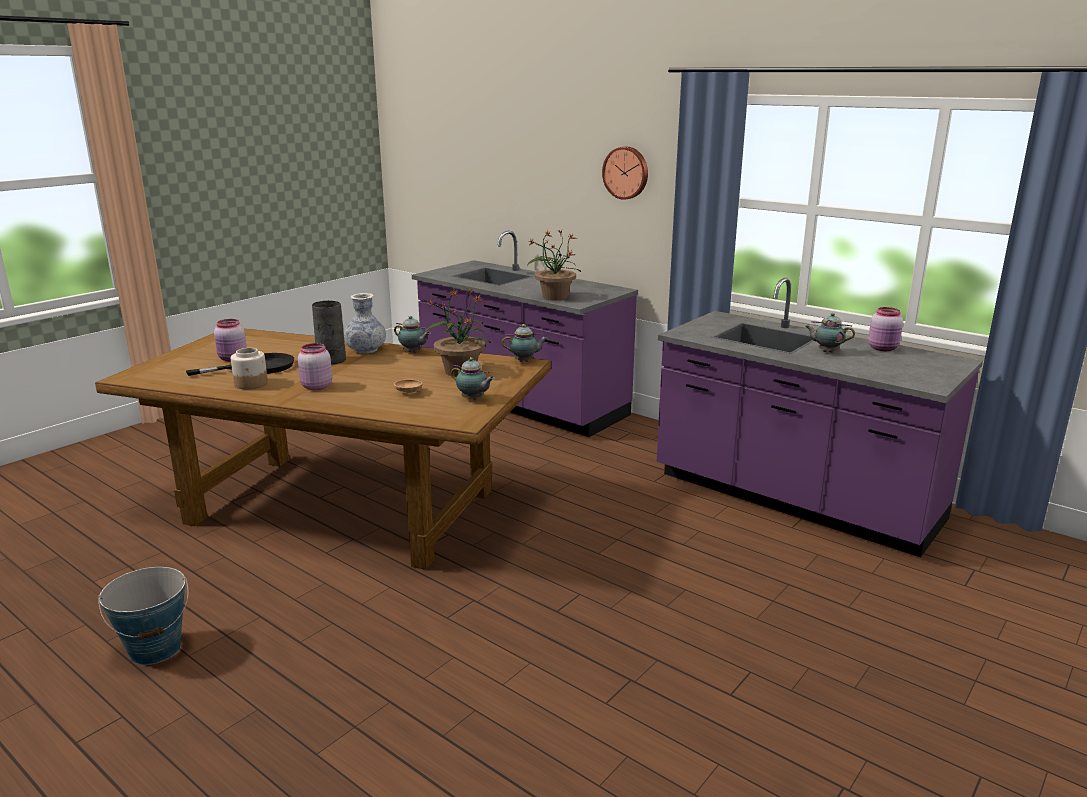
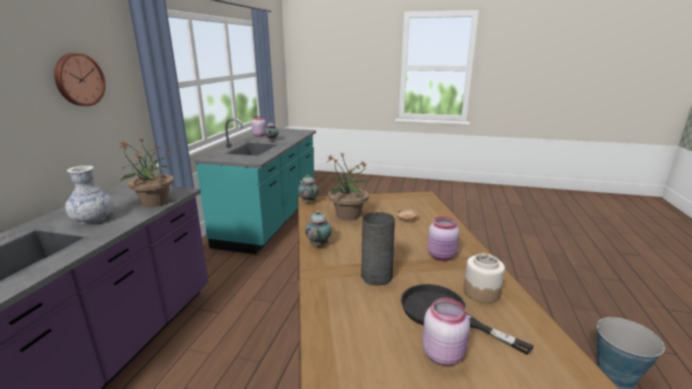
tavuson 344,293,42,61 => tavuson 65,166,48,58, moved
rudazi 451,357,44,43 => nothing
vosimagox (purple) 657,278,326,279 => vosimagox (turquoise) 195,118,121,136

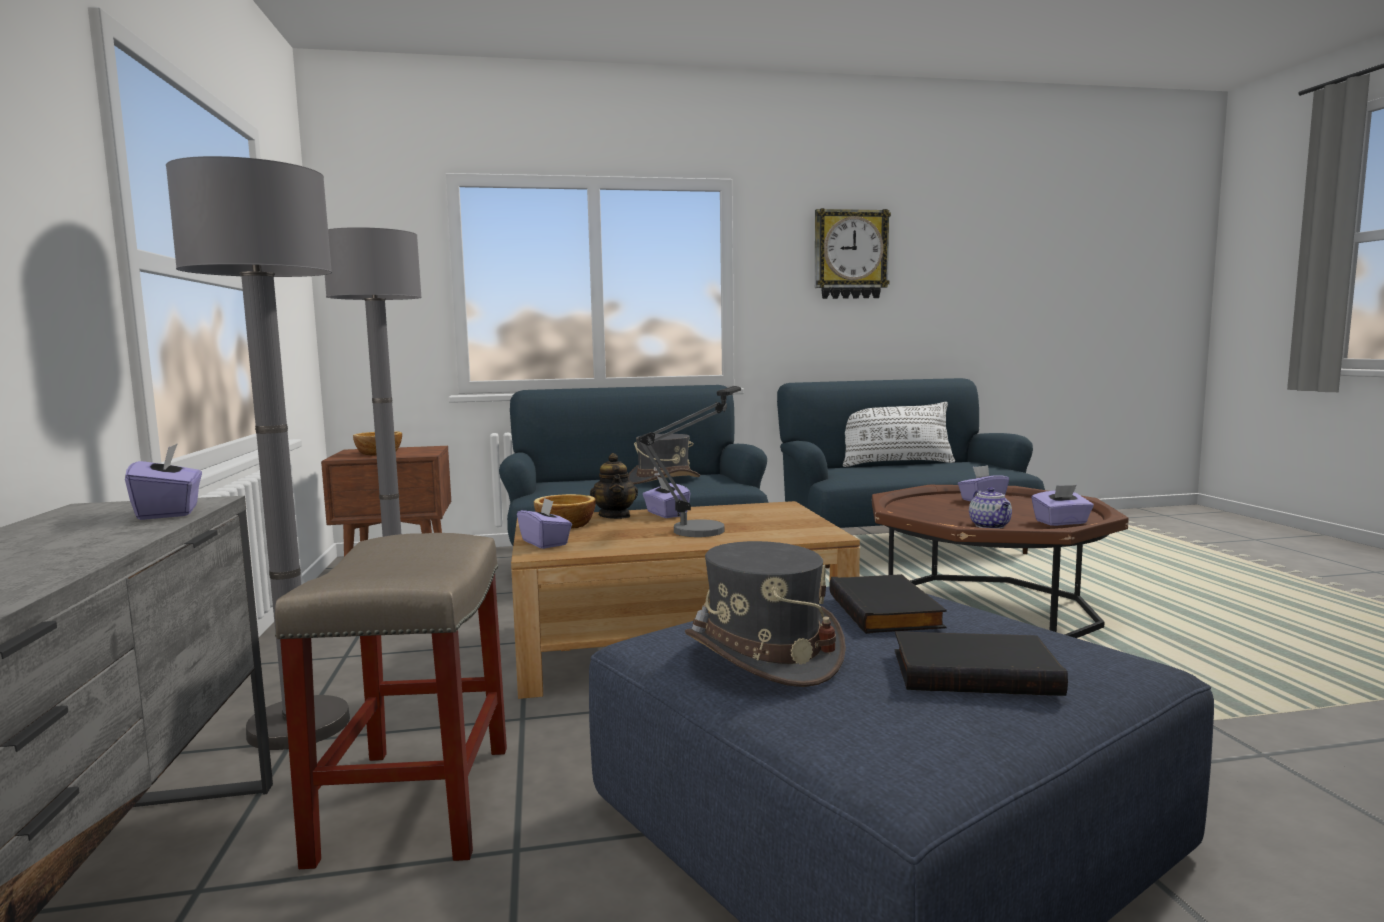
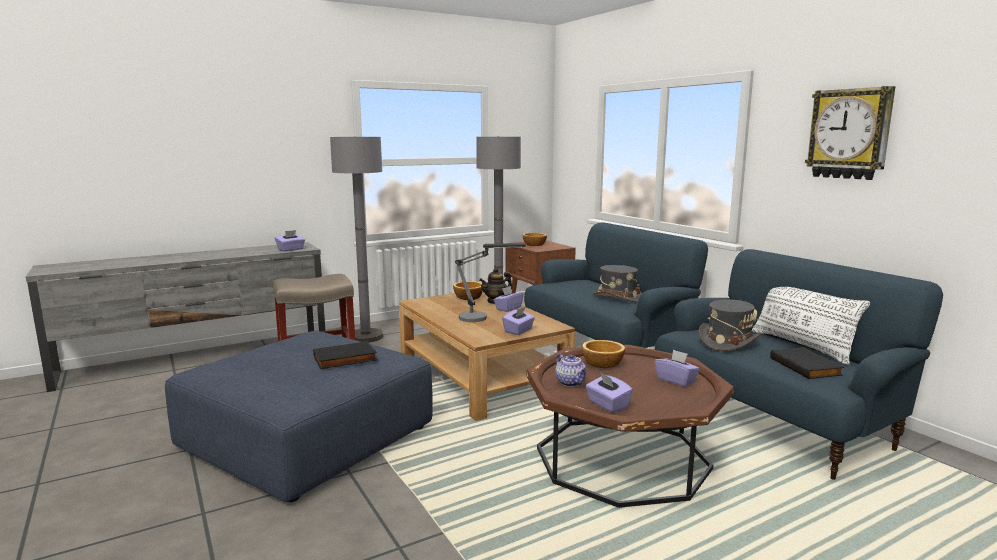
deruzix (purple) 517,498,55,51 => deruzix (purple) 502,307,33,28, moved
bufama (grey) 685,541,161,146 => bufama (grey) 699,299,62,52, moved
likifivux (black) 895,631,173,65 => likifivux (black) 770,348,74,31, moved
rudazi 969,487,43,42 => rudazi 556,354,31,33, 90 degrees counterclockwise
nothing => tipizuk 582,340,43,28

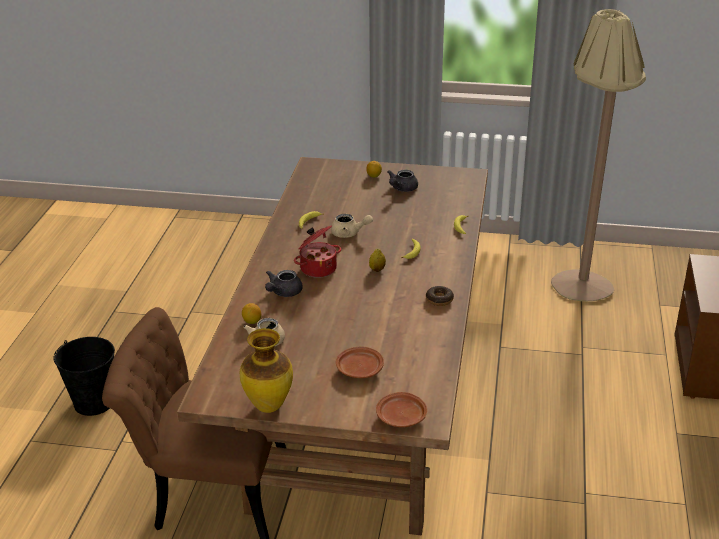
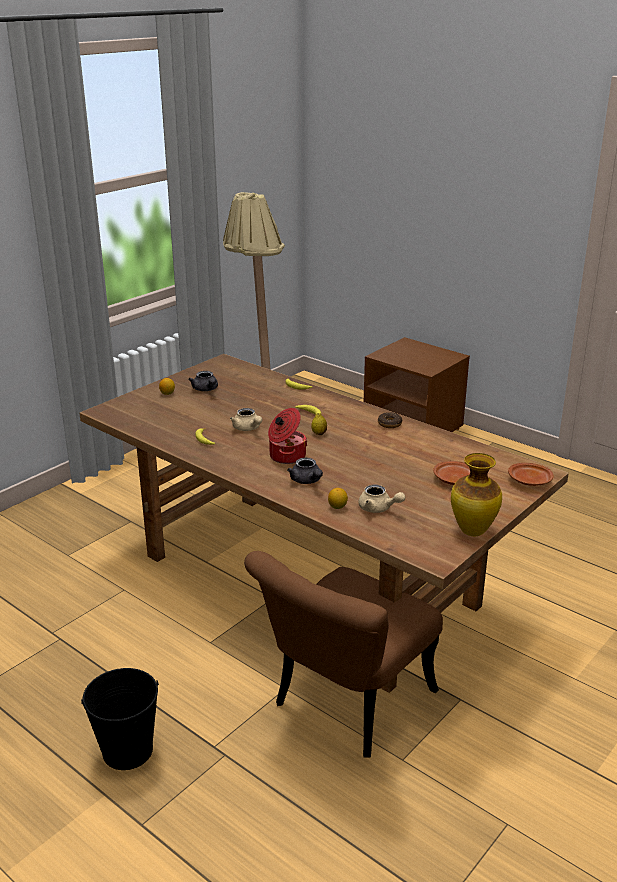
rudazi (beige) 331,214,42,24 => rudazi (beige) 230,408,32,23, 105 degrees clockwise

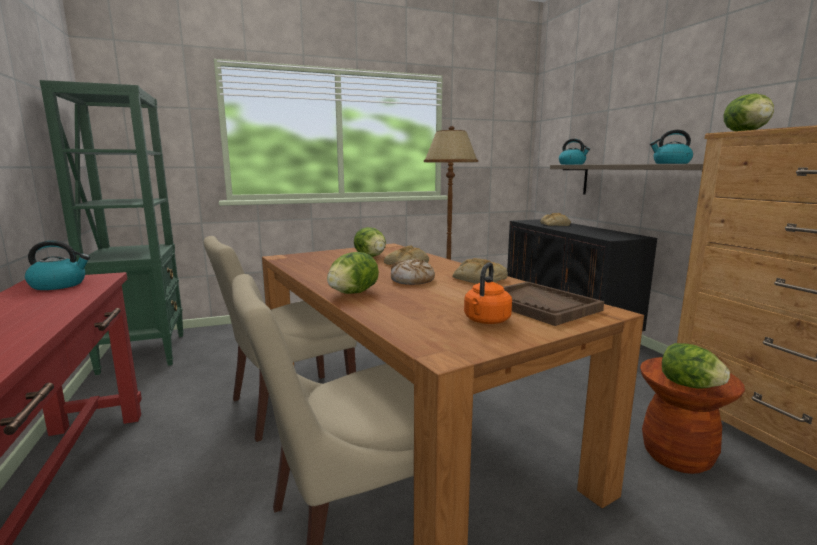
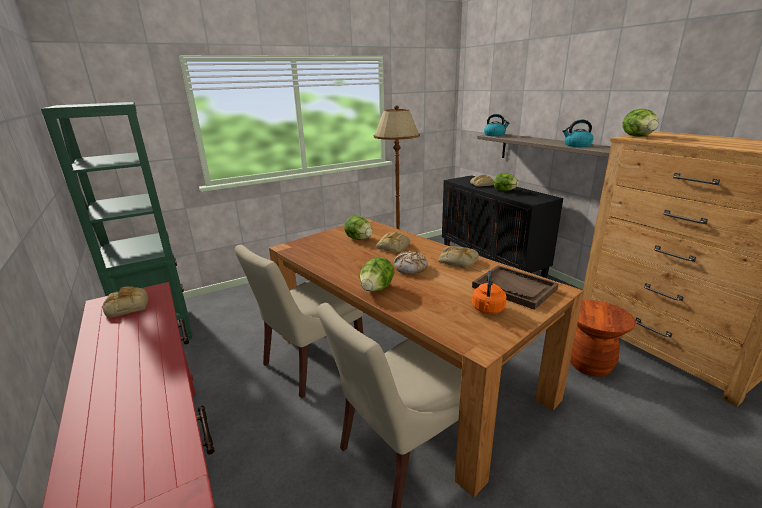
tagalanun 25,240,65,50 => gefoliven 102,286,46,32
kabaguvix 662,343,68,46 => kabaguvix 494,173,25,18, moved

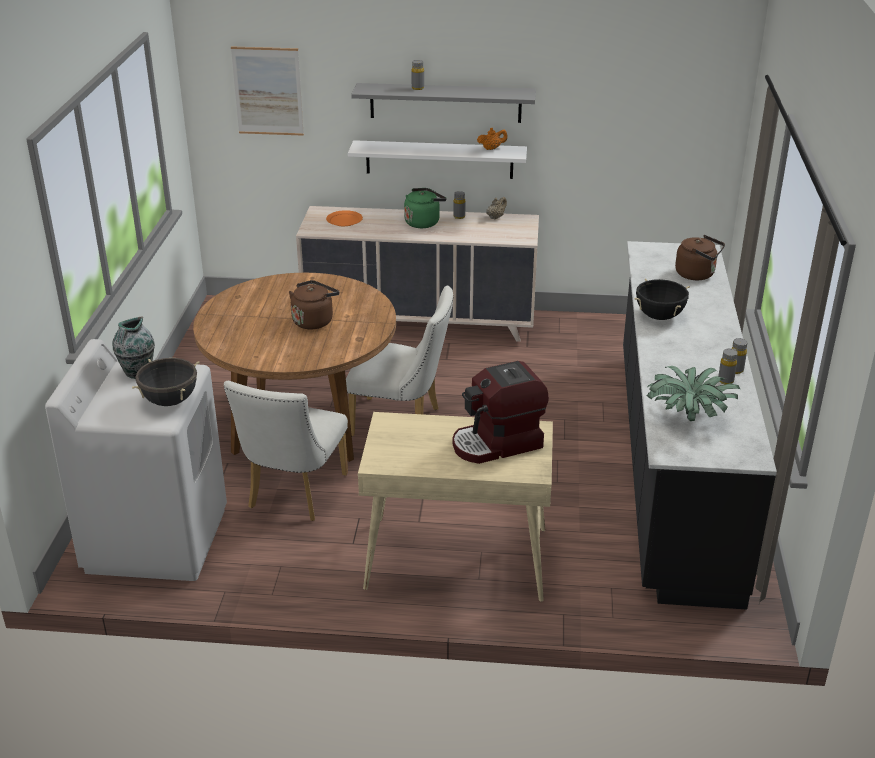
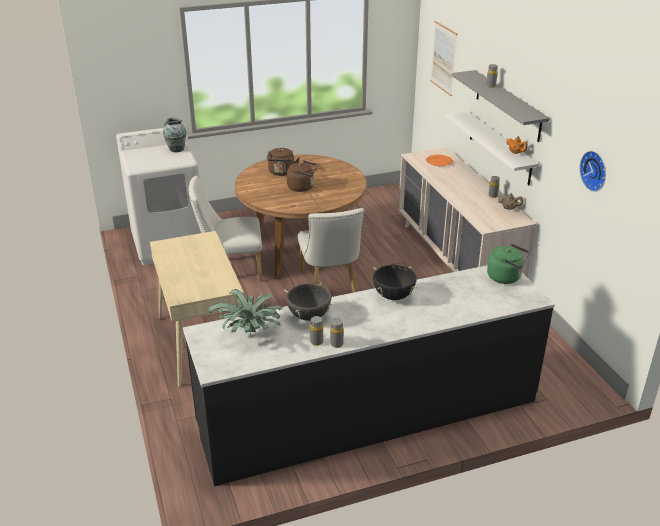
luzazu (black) 132,358,68,48 => luzazu (black) 284,282,51,39, moved
tagalanun (green) 404,188,43,40 => tagalanun (green) 487,244,43,40, moved
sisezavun 453,361,96,103 => nothing
tagalanun (brown) 675,235,50,45 => tagalanun (brown) 267,148,33,28, moved
nothing => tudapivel 580,151,26,41

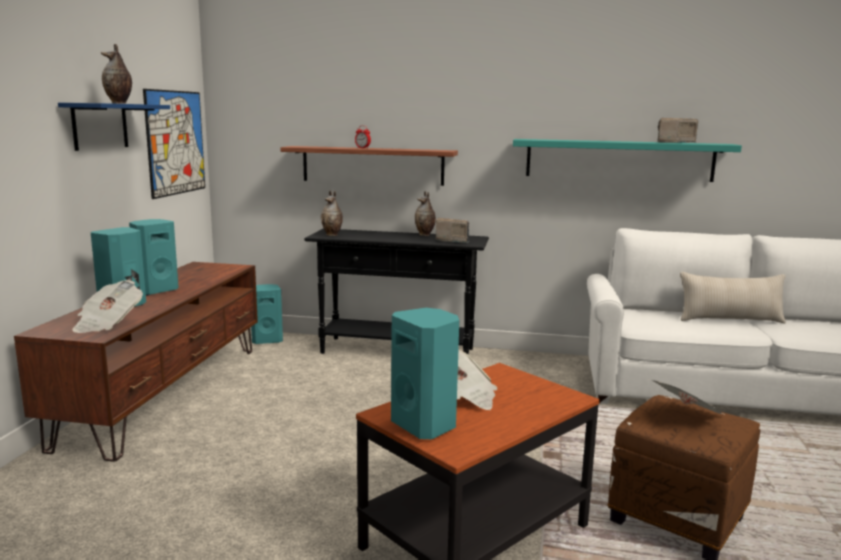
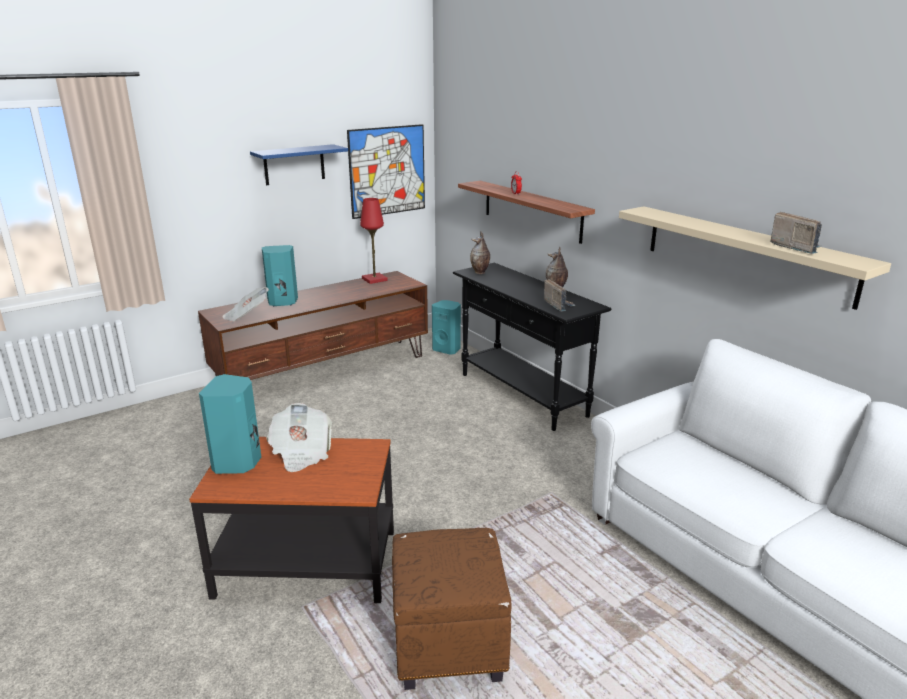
tavuson 101,44,31,60 => nothing
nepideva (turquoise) 129,219,50,76 => nothing
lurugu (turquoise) 513,139,229,43 => lurugu (beige) 619,206,272,104
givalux 647,379,76,35 => nothing
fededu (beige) 680,272,106,52 => nothing
nothing => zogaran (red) 360,198,28,86

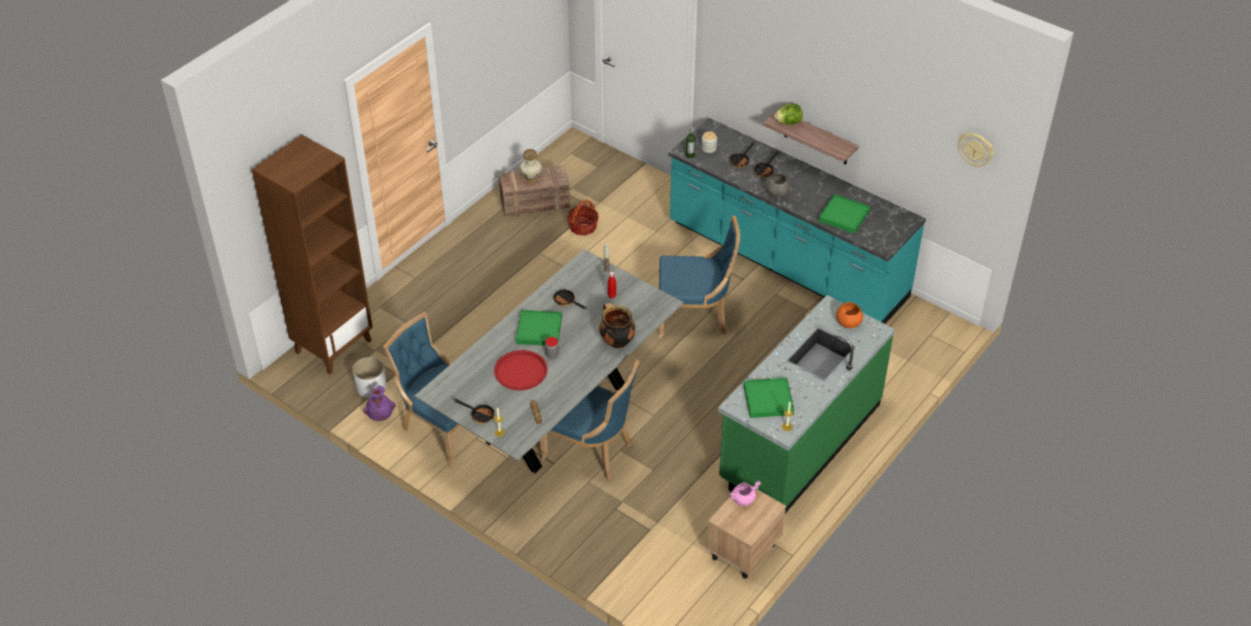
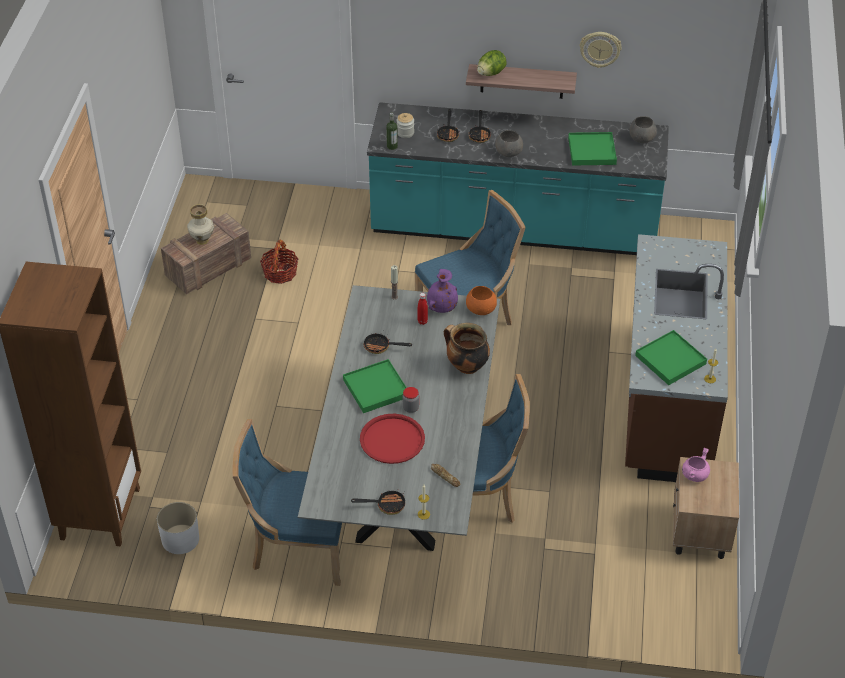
tavuson (purple) 363,385,33,36 => tavuson (purple) 427,269,31,44, moved
vosimagox (green) 718,295,177,218 => vosimagox (brown) 625,234,103,248
tipizuk (orange) 836,302,27,26 => tipizuk (orange) 466,286,31,29, moved
tudapivel 958,132,36,35 => tudapivel 580,32,42,36, moved
nothing => tipizuk (grey) 629,116,28,27

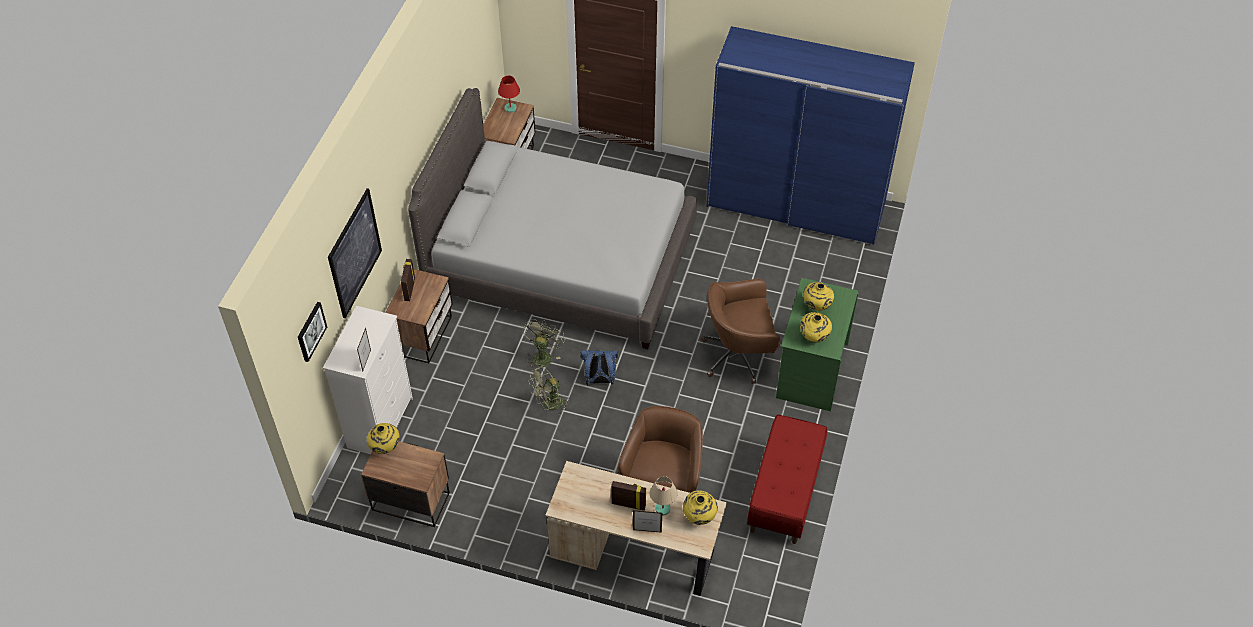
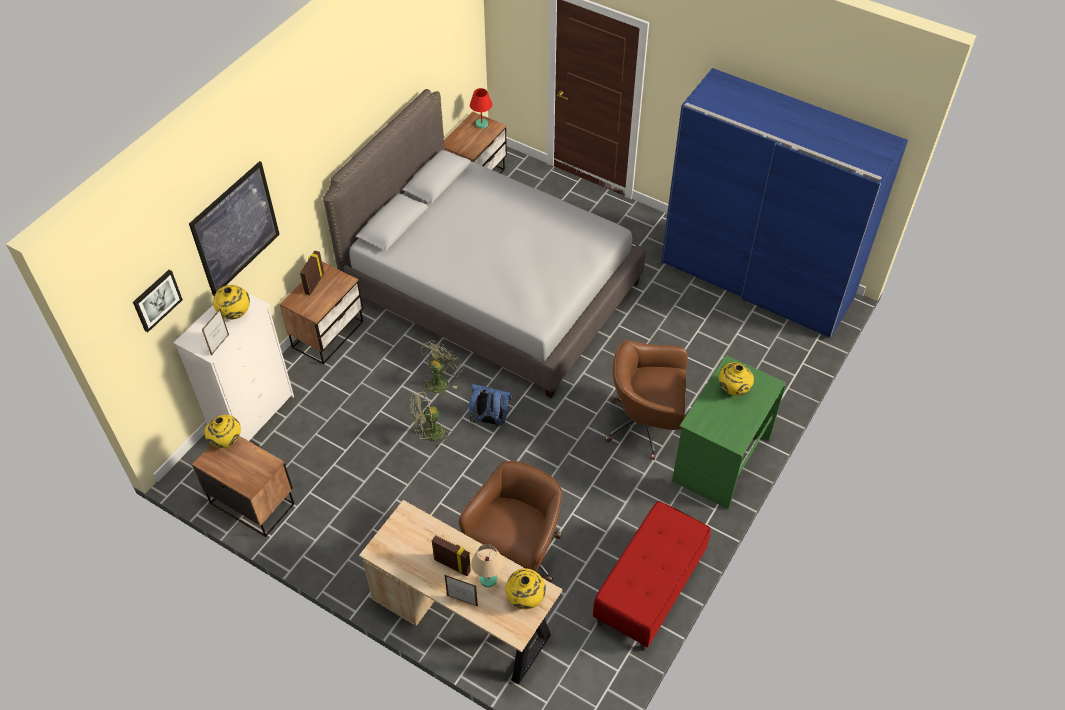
tavuson (yellow) 800,312,32,31 => tavuson (yellow) 213,285,37,34, moved

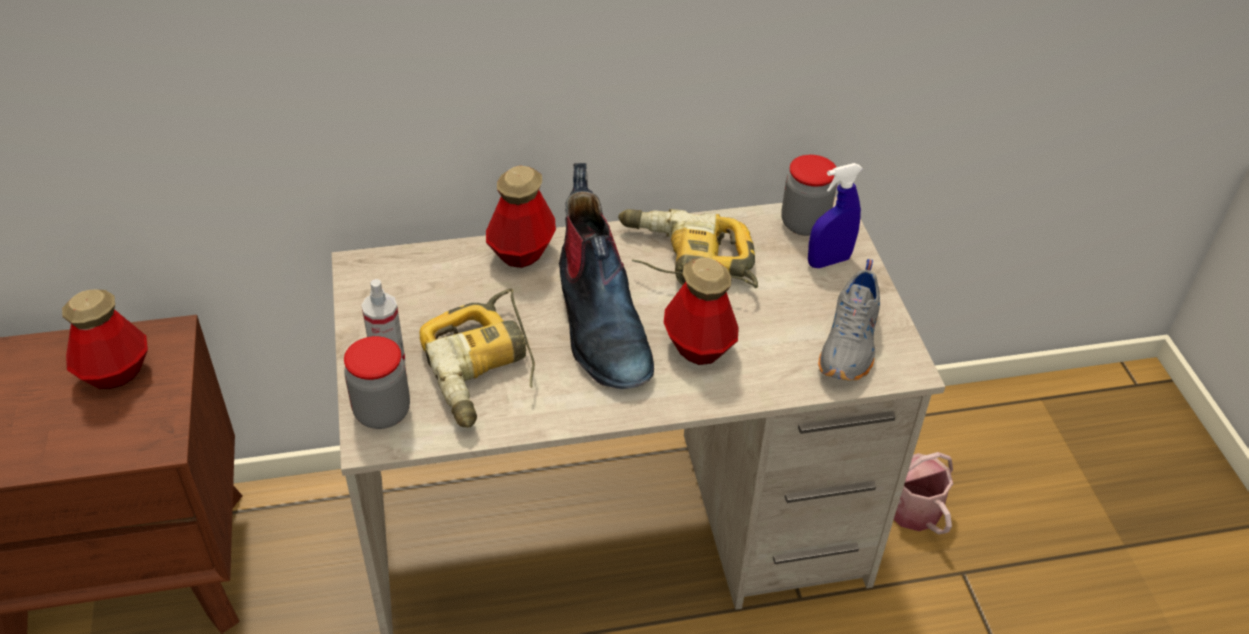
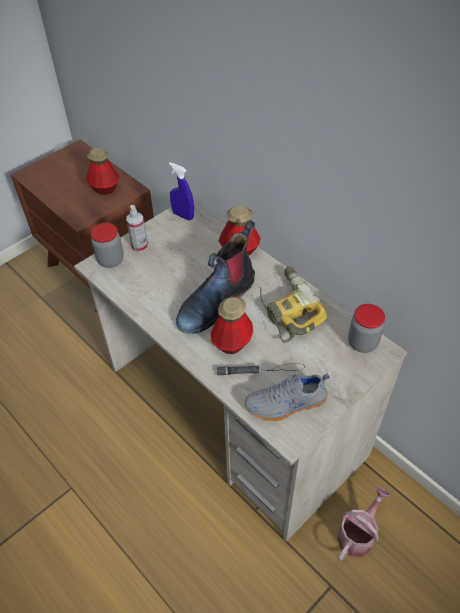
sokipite 419,288,116,139 => nothing
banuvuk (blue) 808,163,55,105 => banuvuk (blue) 169,162,25,59, moved
nothing => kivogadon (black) 217,364,88,11

